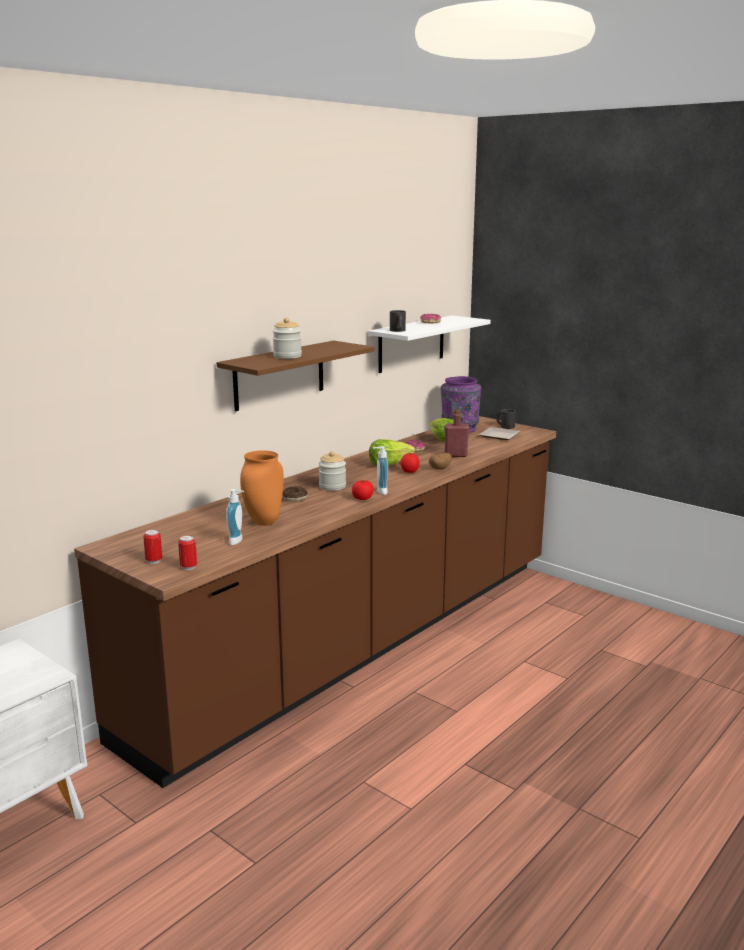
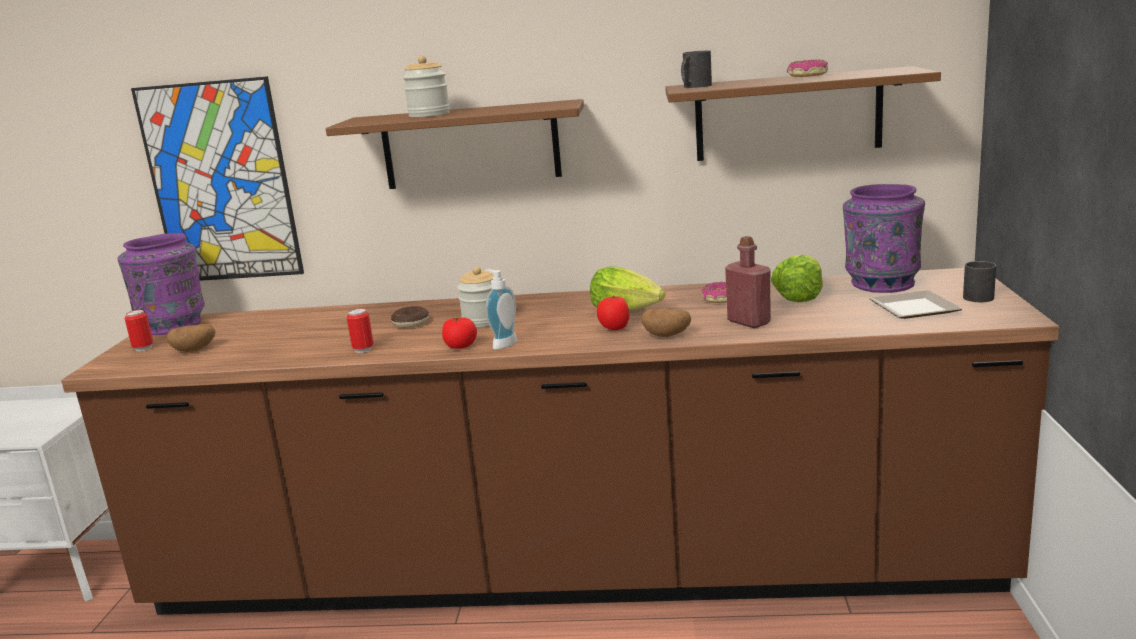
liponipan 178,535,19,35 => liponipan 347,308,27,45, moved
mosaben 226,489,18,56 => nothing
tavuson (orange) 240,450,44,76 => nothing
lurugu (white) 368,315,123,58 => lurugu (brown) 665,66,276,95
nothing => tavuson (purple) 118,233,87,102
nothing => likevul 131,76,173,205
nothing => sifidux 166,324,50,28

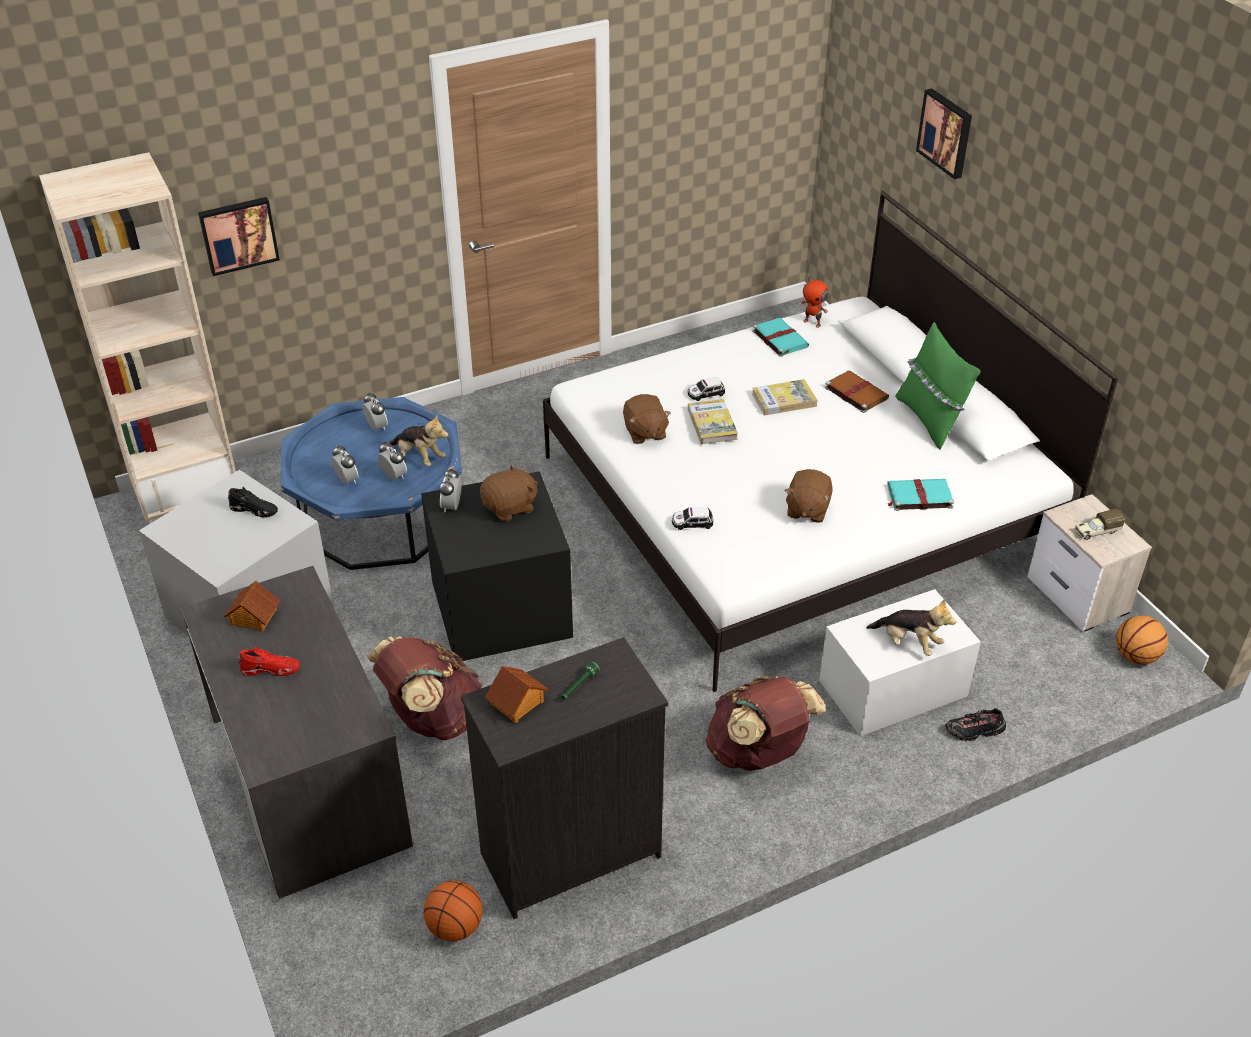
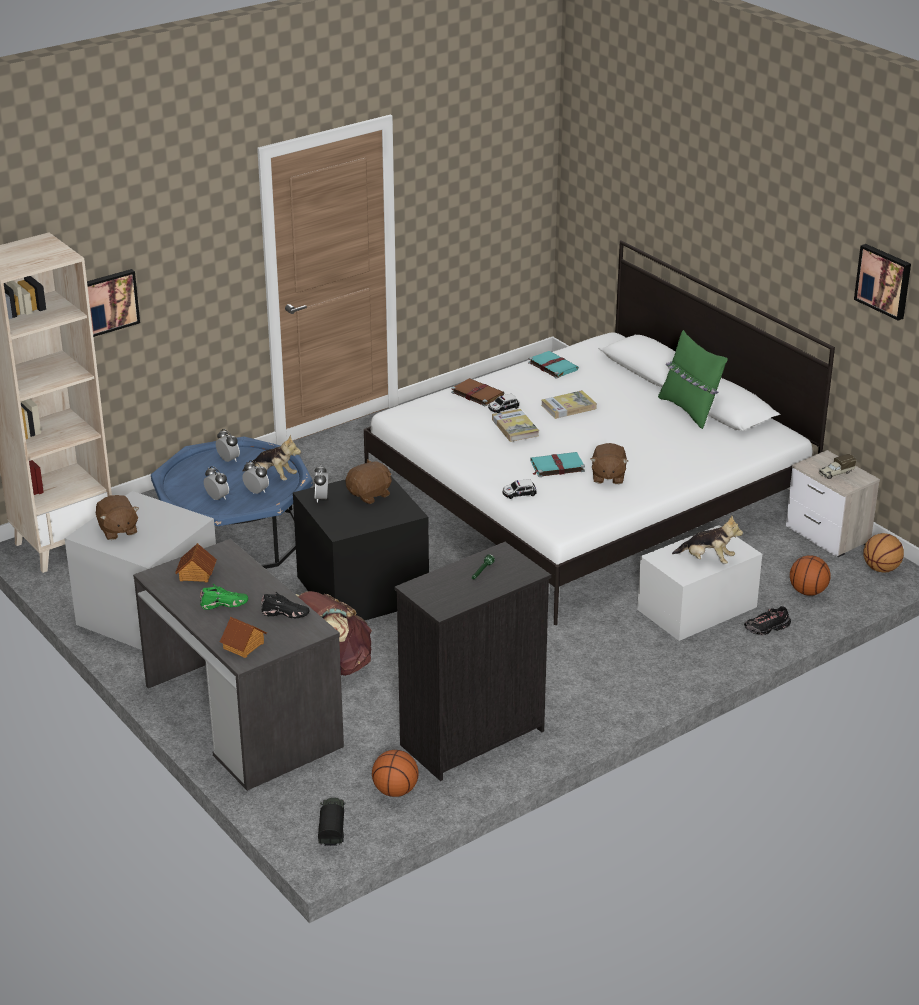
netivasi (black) 228,487,50,30 => netivasi (black) 261,592,48,26, moved
netivasi (red) 238,646,62,30 => netivasi (green) 200,584,48,26
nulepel 485,666,64,57 => nulepel 220,617,47,41, moved
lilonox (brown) 623,394,48,50 => lilonox (brown) 96,495,43,45, moved
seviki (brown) 705,676,121,95 => nothing
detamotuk 801,274,28,54 => nothing
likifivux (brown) 825,370,64,43 => likifivux (brown) 451,378,53,29, moved
likifivux (turquoise) 887,479,67,32 => likifivux (turquoise) 530,452,55,25, moved
likevul 916,88,56,91 => likevul 854,244,57,77, moved
nothing => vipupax 318,798,27,49
nothing => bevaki 790,555,40,41

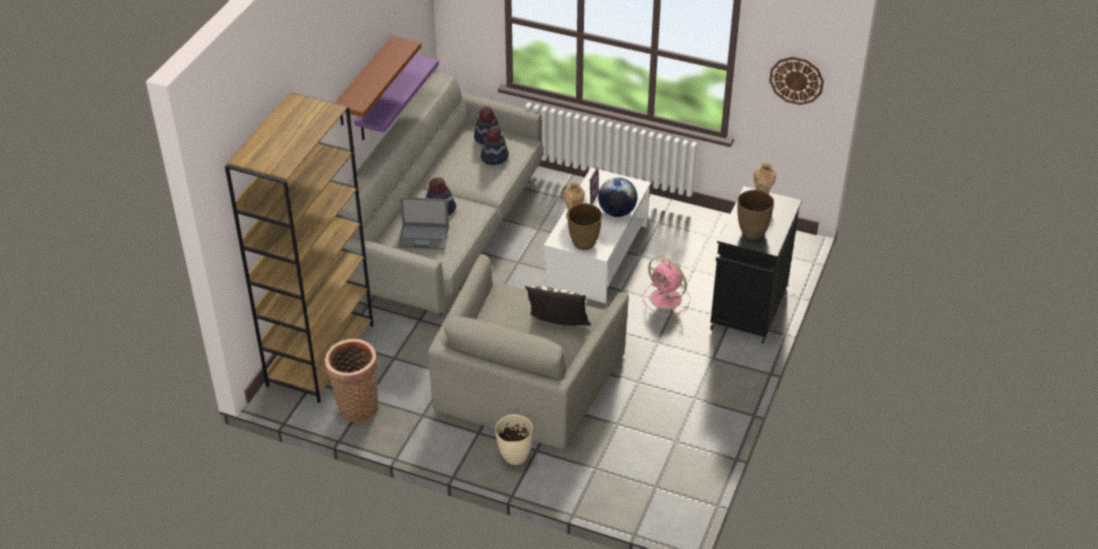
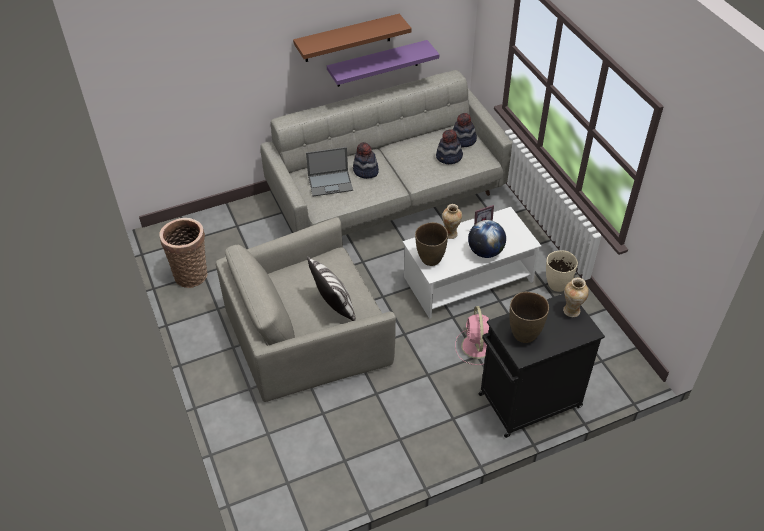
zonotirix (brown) 225,92,149,311 => nothing
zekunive 398,197,51,53 => zekunive 306,147,47,49, 60 degrees counterclockwise
tavuson (beige) 495,414,38,51 => tavuson (beige) 546,250,32,42, moved
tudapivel 769,57,55,48 => nothing

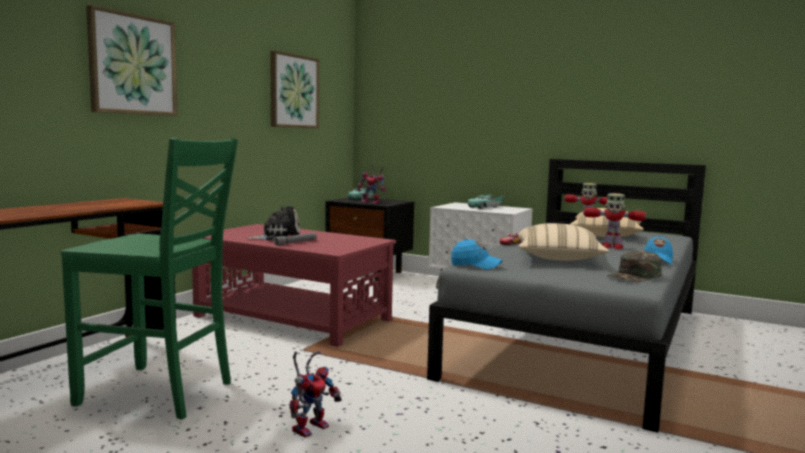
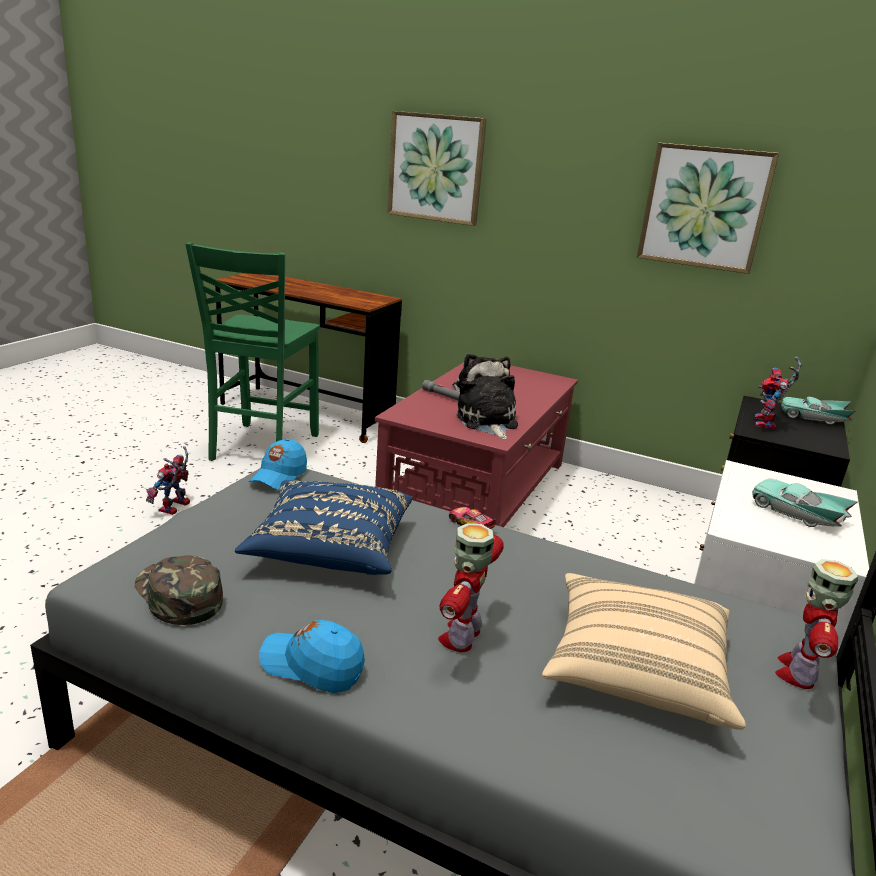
detamotuk 289,351,53,87 => detamotuk 146,446,44,69, 75 degrees clockwise
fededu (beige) 517,223,92,38 => fededu (blue) 235,480,177,95
nothing => lilonox 457,375,61,64

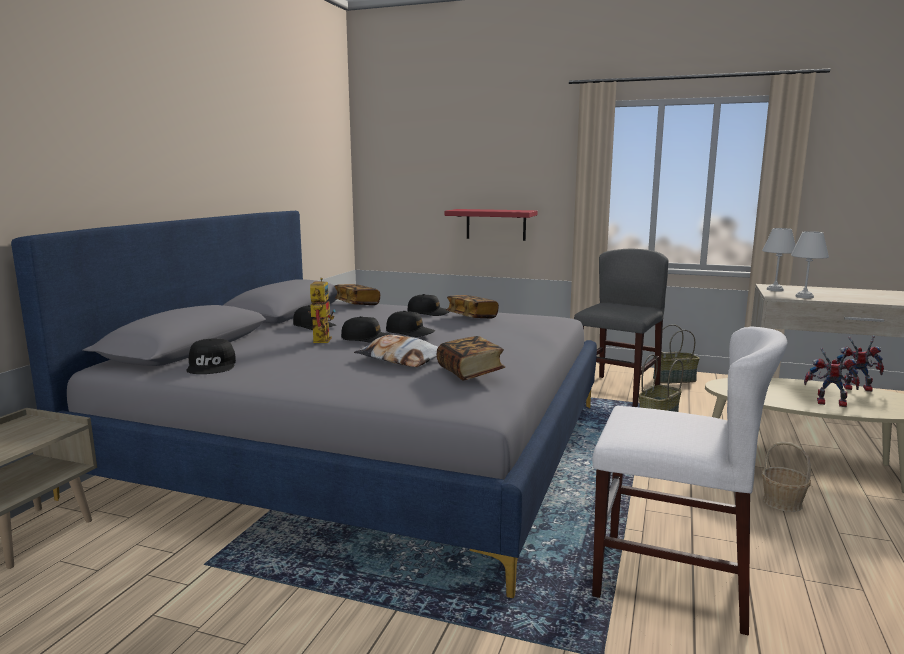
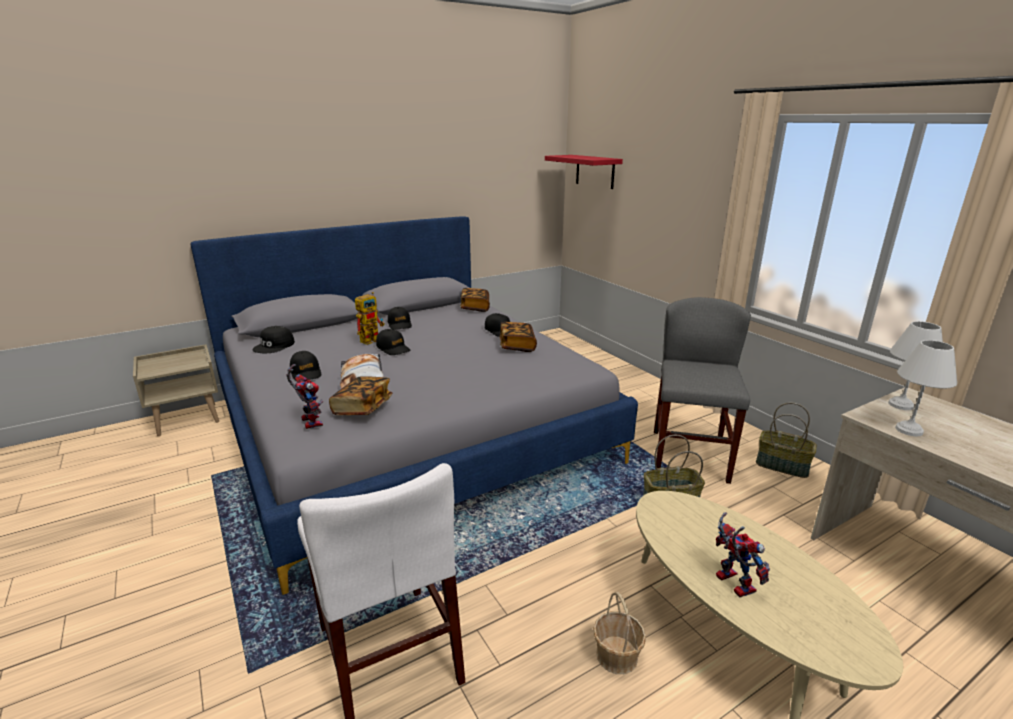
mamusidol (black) 386,311,49,26 => mamusidol (black) 290,351,31,30, moved
lurugu (red) 445,209,92,32 => lurugu (red) 545,155,78,34, moved
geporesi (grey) 574,249,95,158 => geporesi (grey) 654,297,97,187, 60 degrees counterclockwise
detamotuk 835,335,49,57 => detamotuk 286,364,37,65, moved

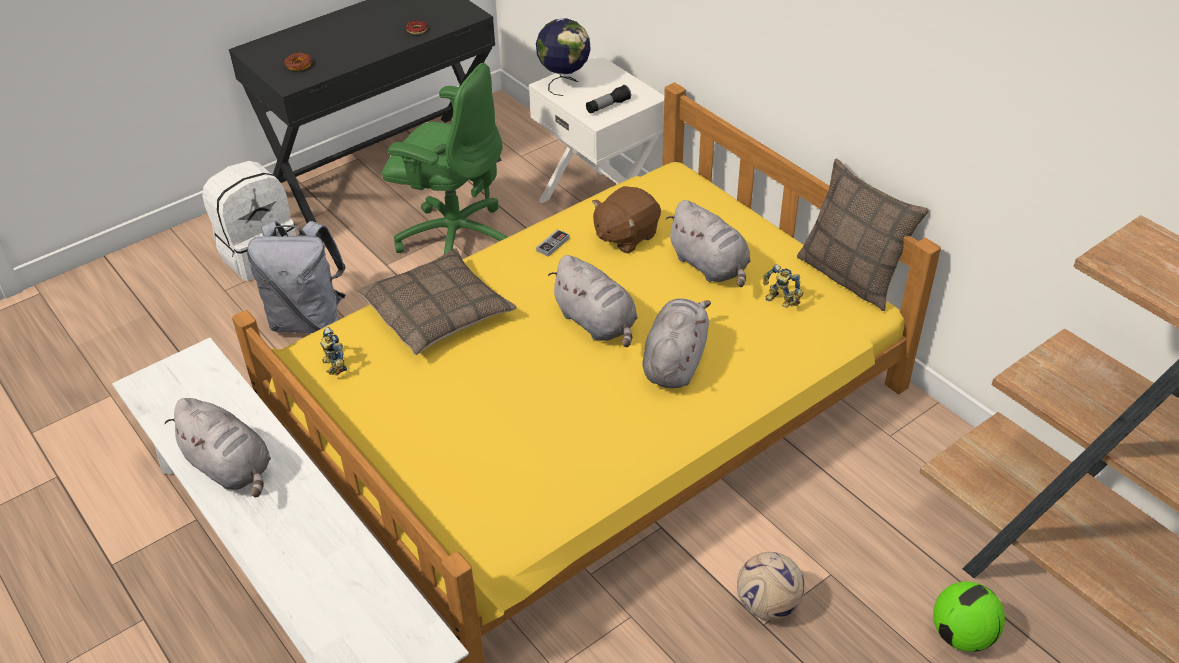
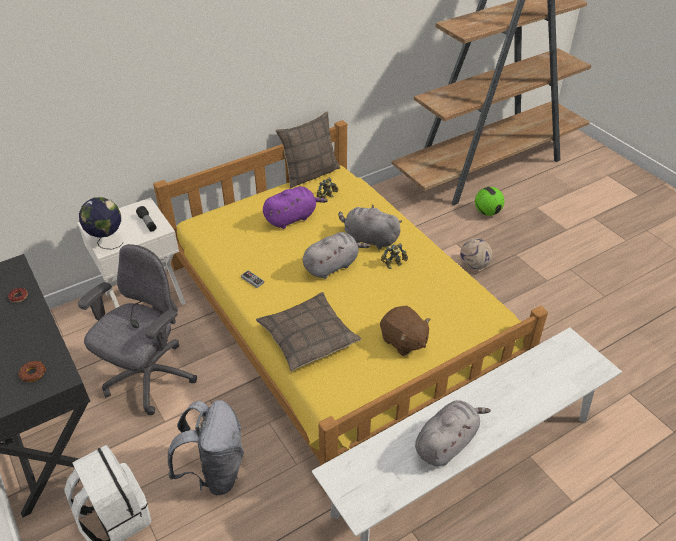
detamotuk 320,327,27,48 => detamotuk 381,243,27,26, moved
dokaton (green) 382,63,126,191 => dokaton (grey) 78,244,119,171
lilonox (brown) 592,186,69,68 => lilonox (brown) 380,306,51,50, moved
lilonox (grey) 666,200,85,87 => lilonox (purple) 263,186,65,43

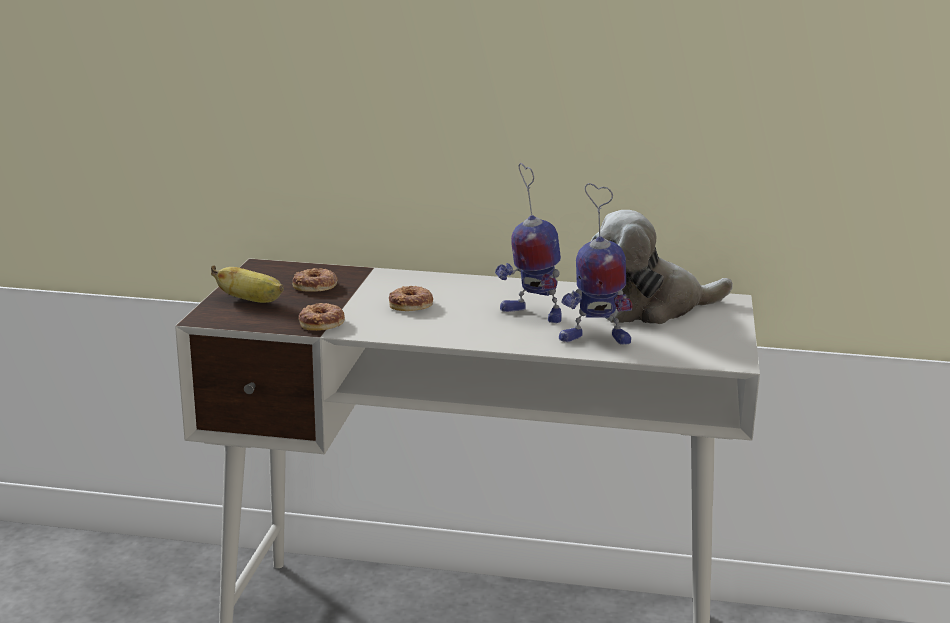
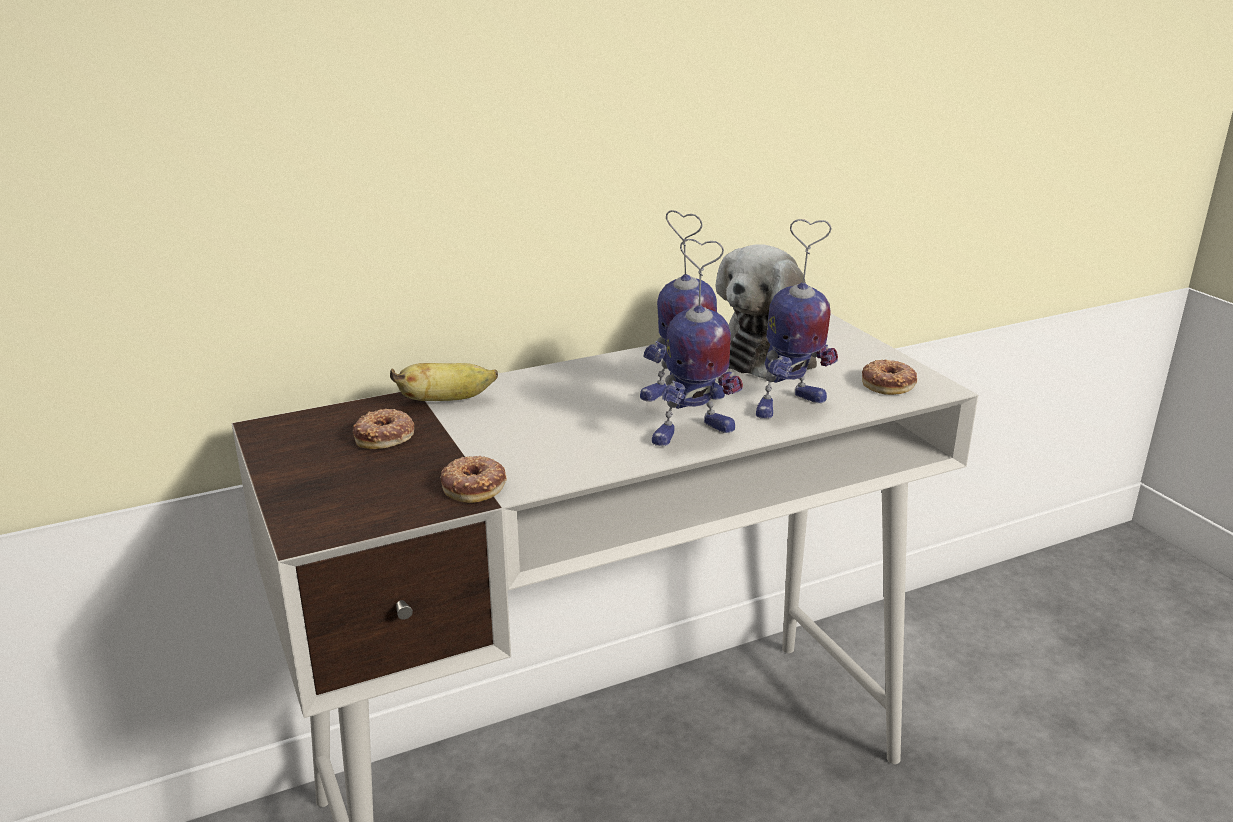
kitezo 211,265,72,38 => kitezo 390,363,108,38, moved
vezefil 389,286,44,25 => vezefil 862,360,55,35, moved
nothing => detamotuk 652,239,91,207

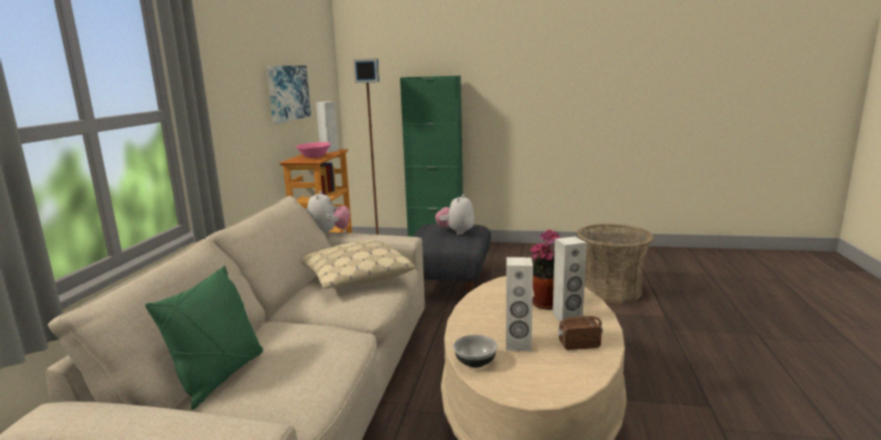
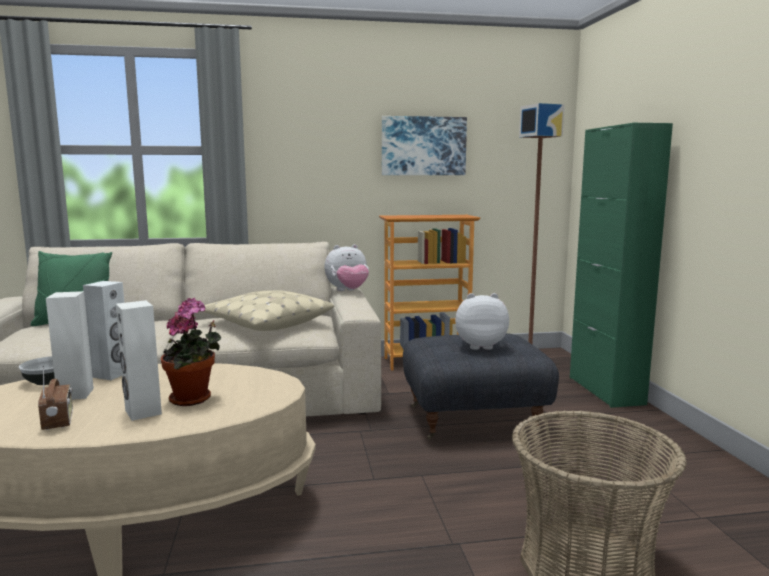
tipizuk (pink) 296,142,34,16 => nothing
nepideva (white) 316,101,22,52 => nepideva (white) 83,281,41,99, moved

